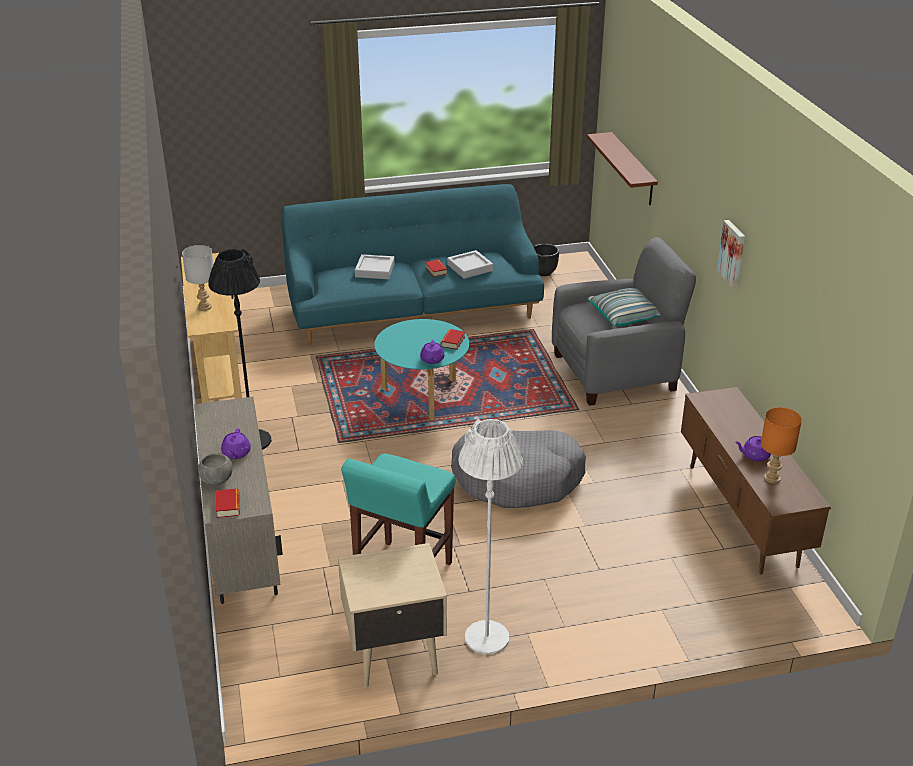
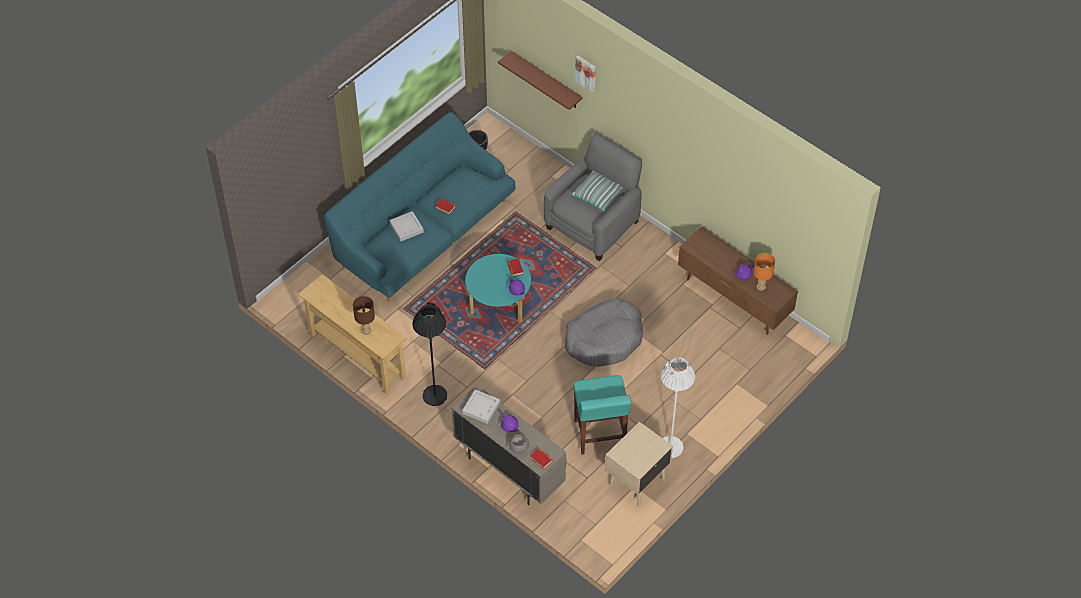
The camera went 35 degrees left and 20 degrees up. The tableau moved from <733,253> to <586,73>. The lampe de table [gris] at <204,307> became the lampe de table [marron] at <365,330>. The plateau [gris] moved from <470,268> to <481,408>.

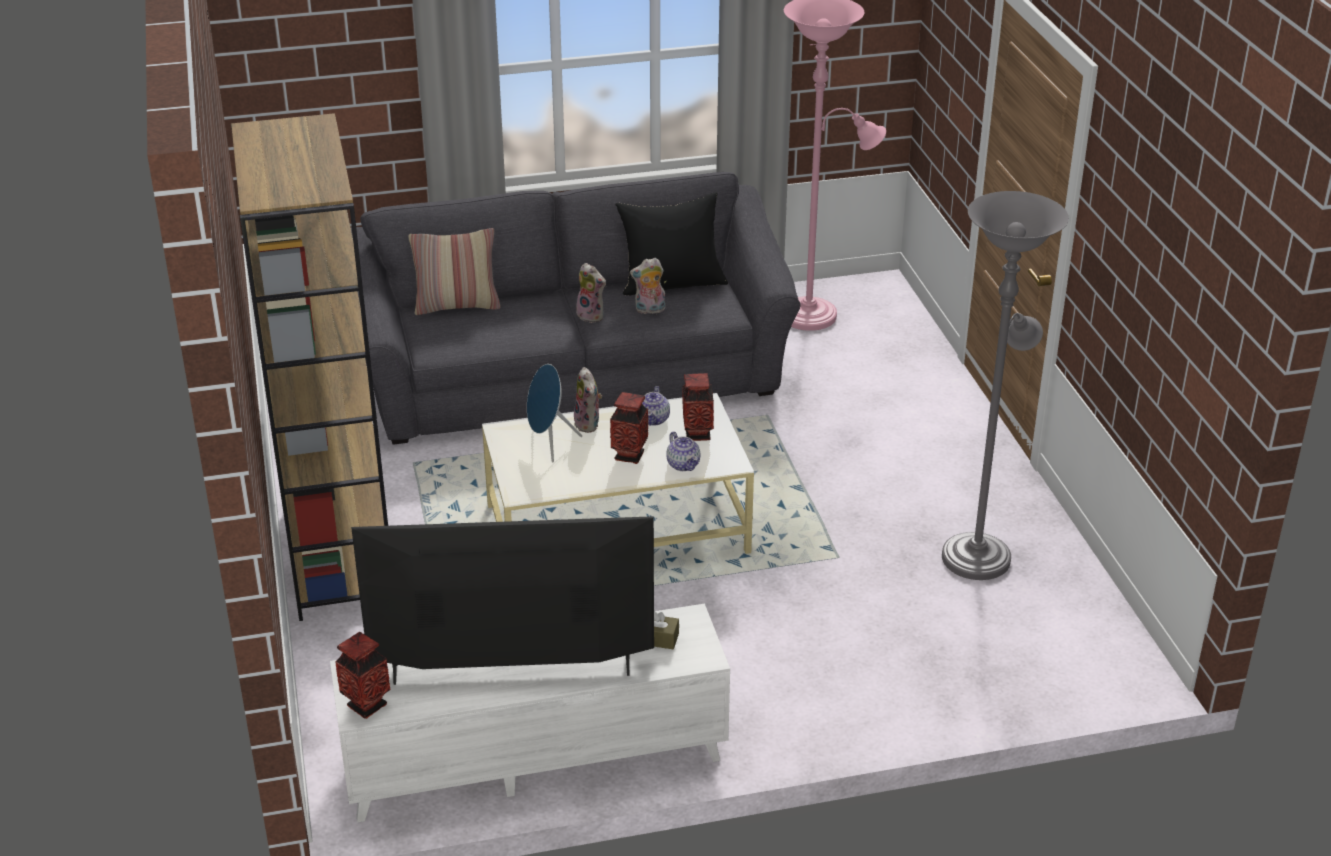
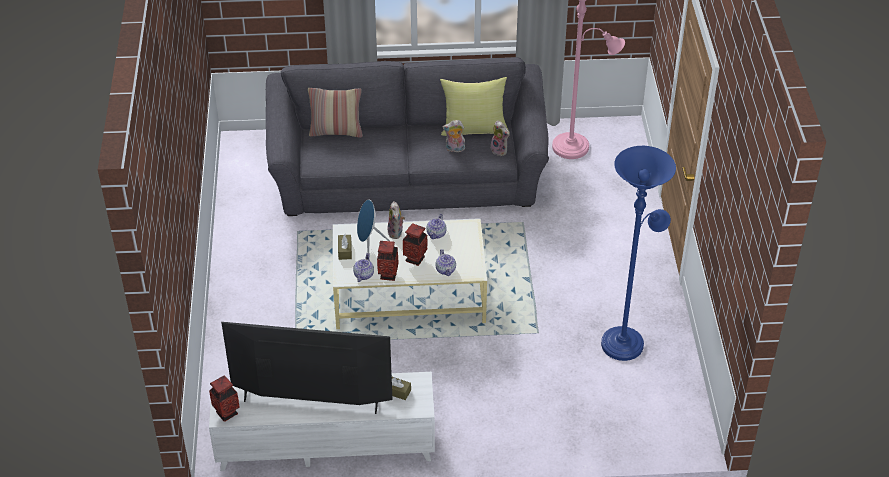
The camera went 10 degrees right and 10 degrees up. The bibliothèque [marron] at <338,555> disappeared. The lampadaire [gris] at <979,553> became the lampadaire [bleu] at <625,341>. The coussin [noir] at <672,283> became the coussin [jaune] at <474,128>. The peluche moved from <592,315> to <500,150>. The vase moved from <697,434> to <388,275>. The boîte à mouchoirs [marron] at <345,251> appeared. The théière at <363,274> appeared.

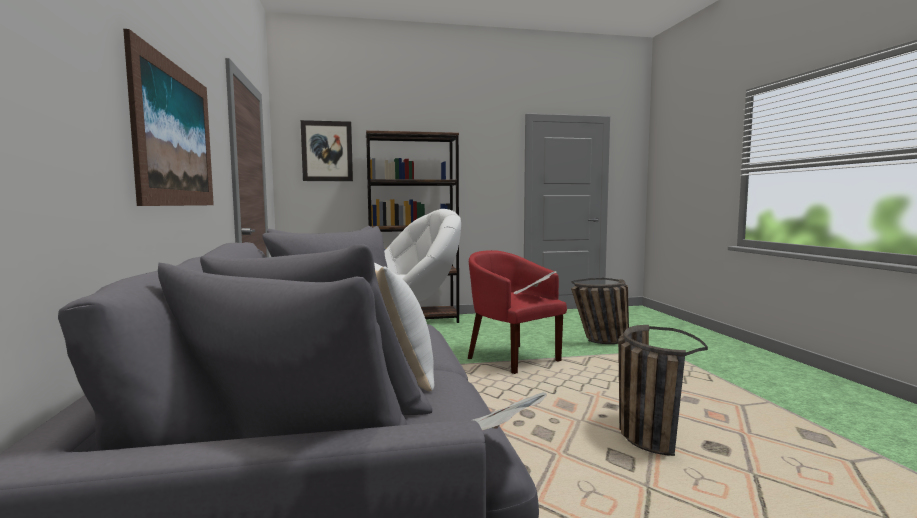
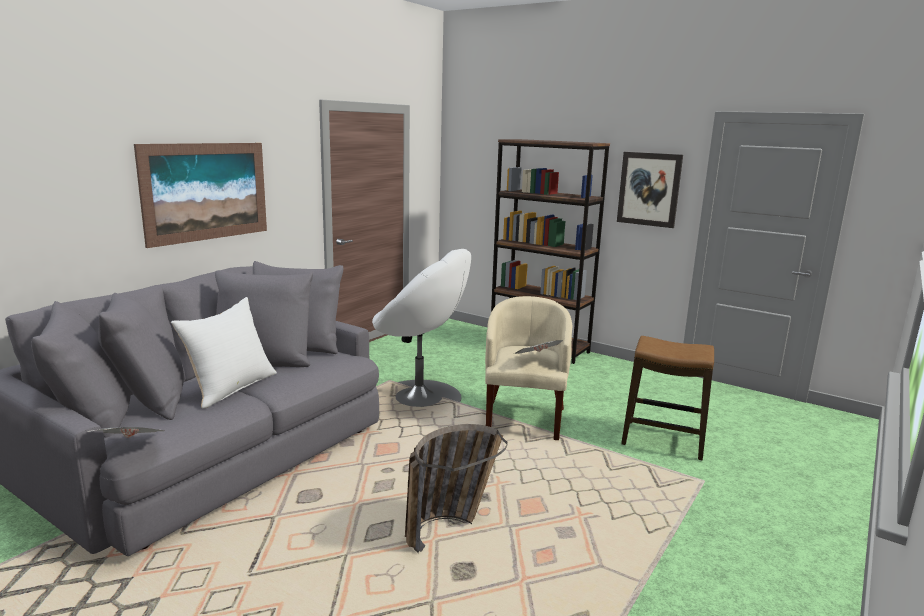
The camera went 45 degrees right and 10 degrees up. The tableau moved from <327,151> to <649,189>. The fauteuil [rouge] at <512,358> became the fauteuil [beige] at <524,418>. The panier at <601,341> was replaced by the tabouret at <663,440>.

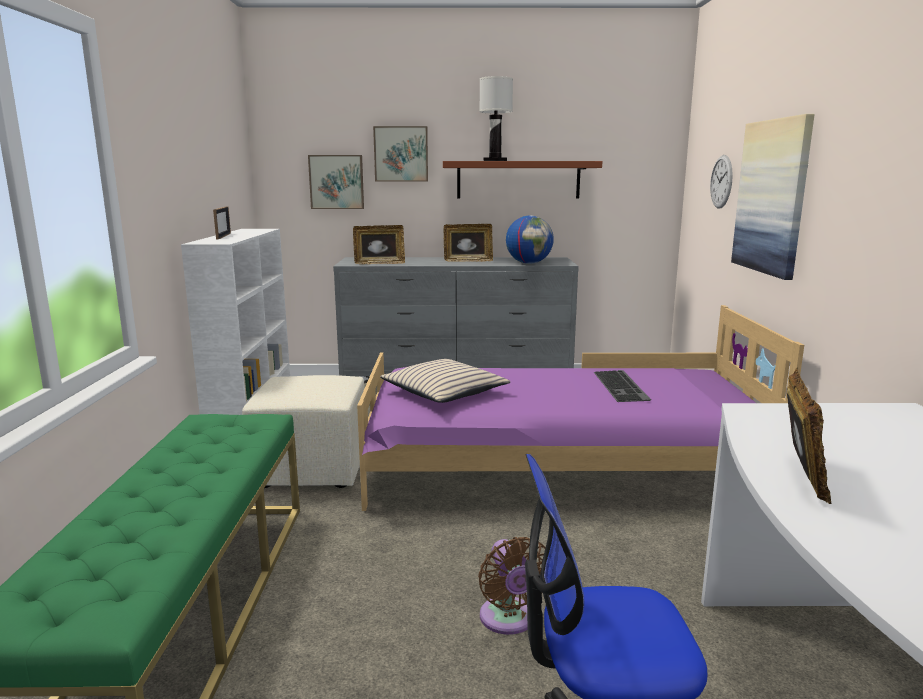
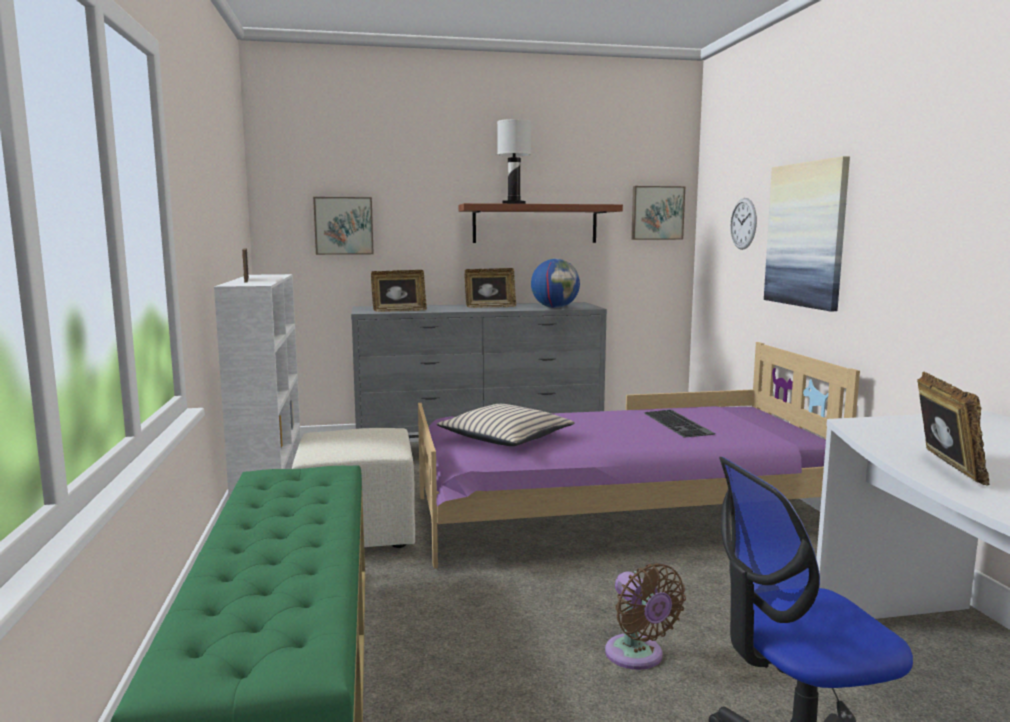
The camera went 10 degrees left and 5 degrees down. The tableau moved from <401,154> to <657,213>.

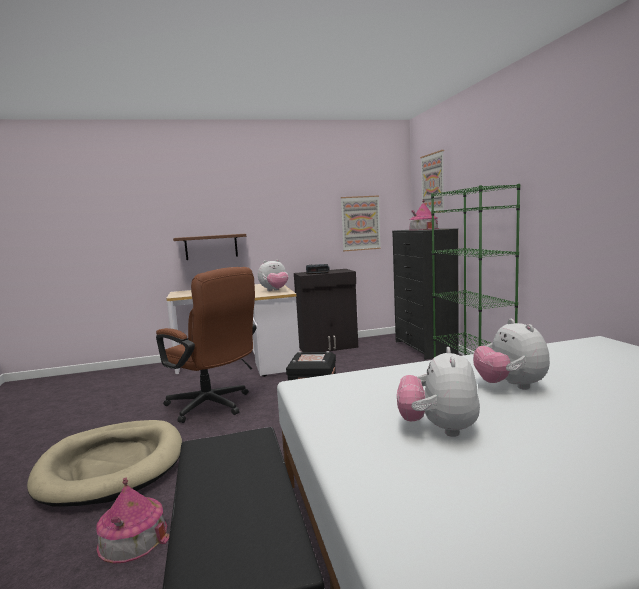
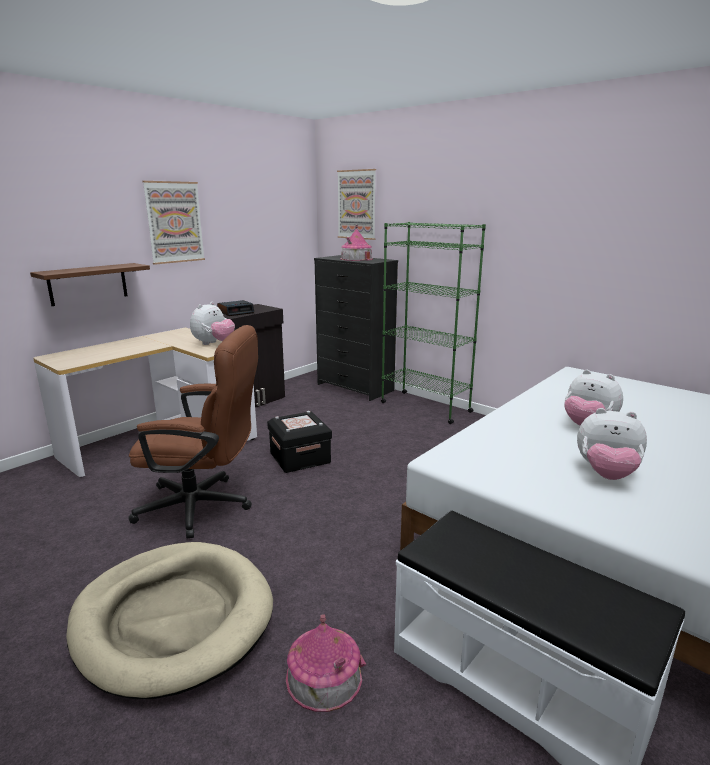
The camera went 35 degrees left and 10 degrees up. The tableau moved from <360,223> to <174,222>. The peluche at <439,429> turned 45 degrees counterclockwise.

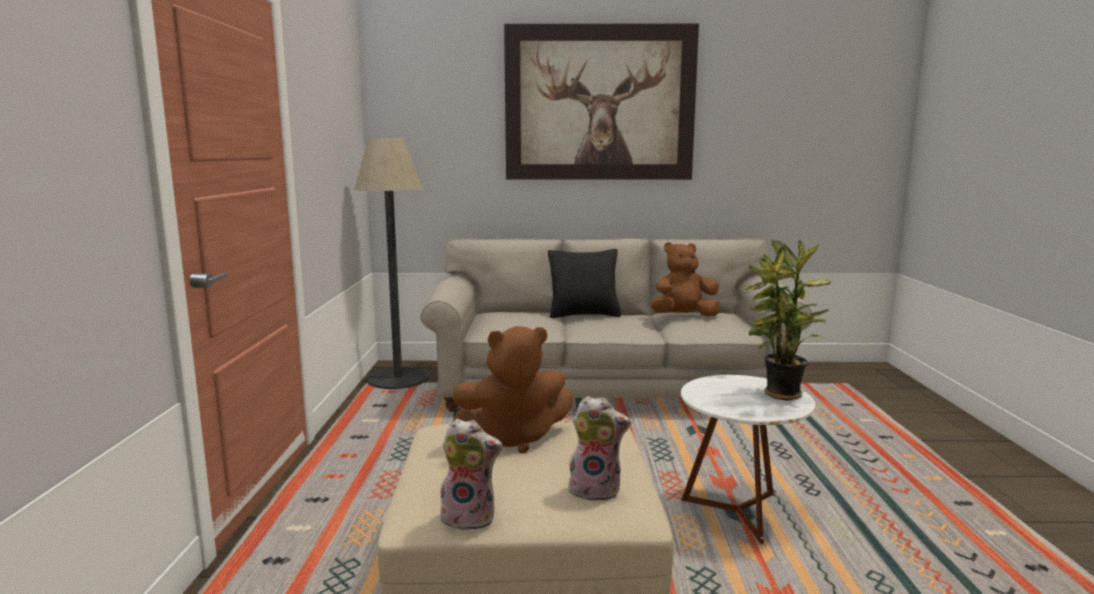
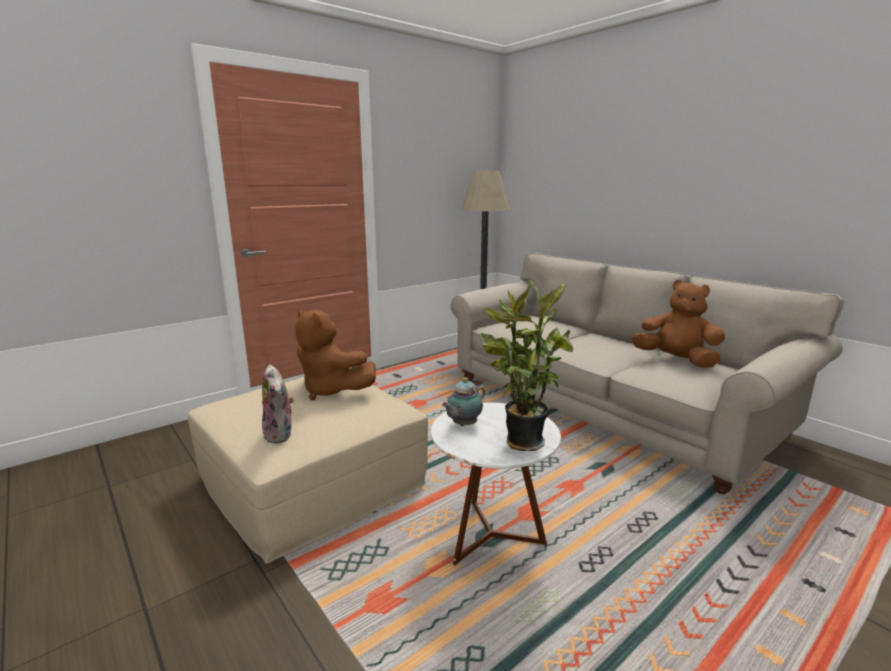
The camera went 50 degrees right and 5 degrees up. The tableau at <599,103> disappeared. The coussin [noir] at <584,315> disappeared. The peluche at <470,517> disappeared. The théière at <463,425> appeared.

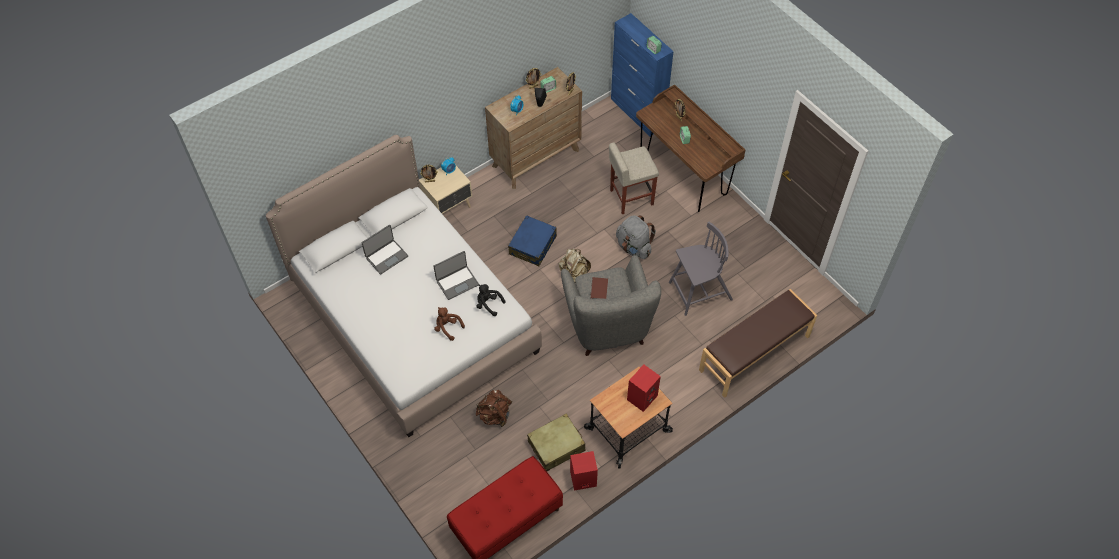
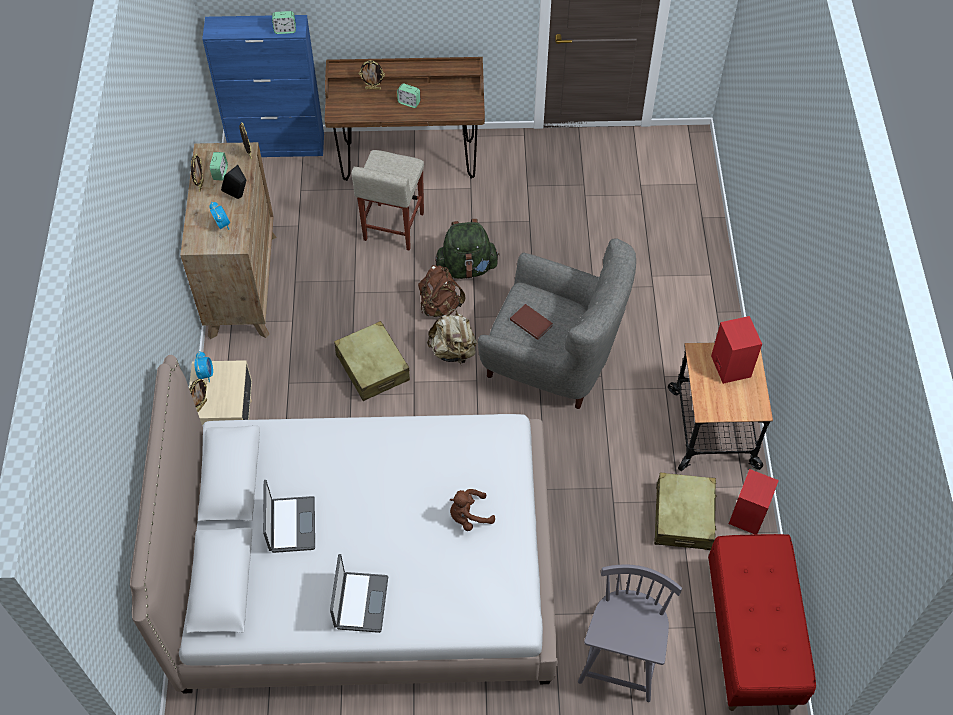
The camera went 55 degrees left and 0 degrees up. The valise [bleu] at <533,245> became the valise [beige] at <372,367>. The sac à dos [gris] at <634,247> became the sac à dos [vert] at <466,267>. The chaise [gris] moved from <699,292> to <622,653>. The ordinateur portable moved from <457,282> to <360,602>. The peluche [noir] at <488,304> disappeared. The banc [marron] at <755,353> disappeared. The sac à dos [marron] moved from <494,415> to <440,306>.

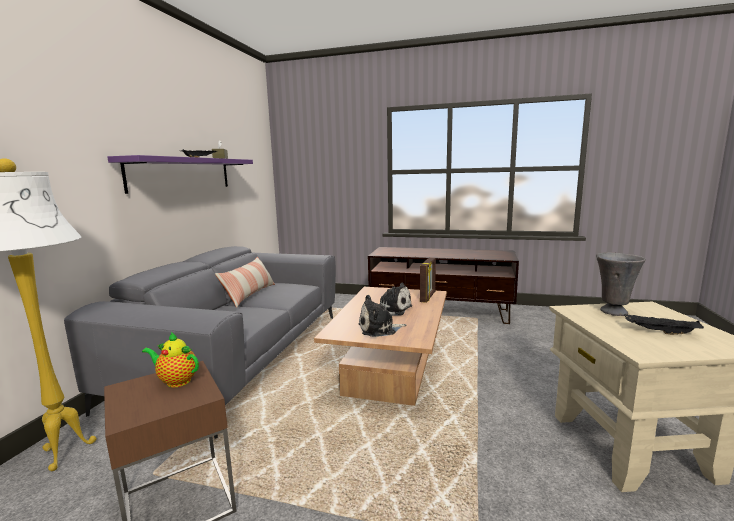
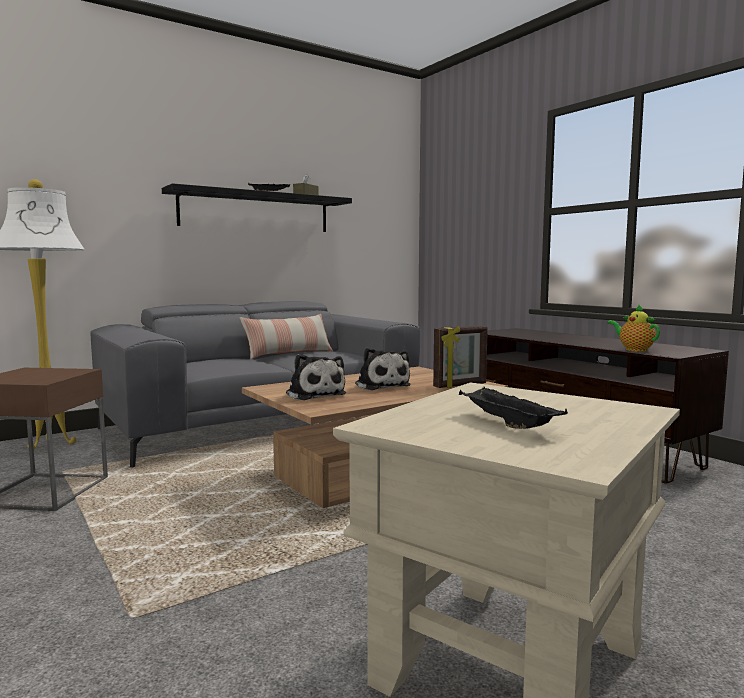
The camera went 40 degrees right and 5 degrees down. The étagère [violet] at <182,174> became the étagère [noir] at <256,212>. The vase [gris] at <613,311> disappeared. The peluche at <379,329> turned 150 degrees counterclockwise. The théière moved from <176,381> to <634,350>.

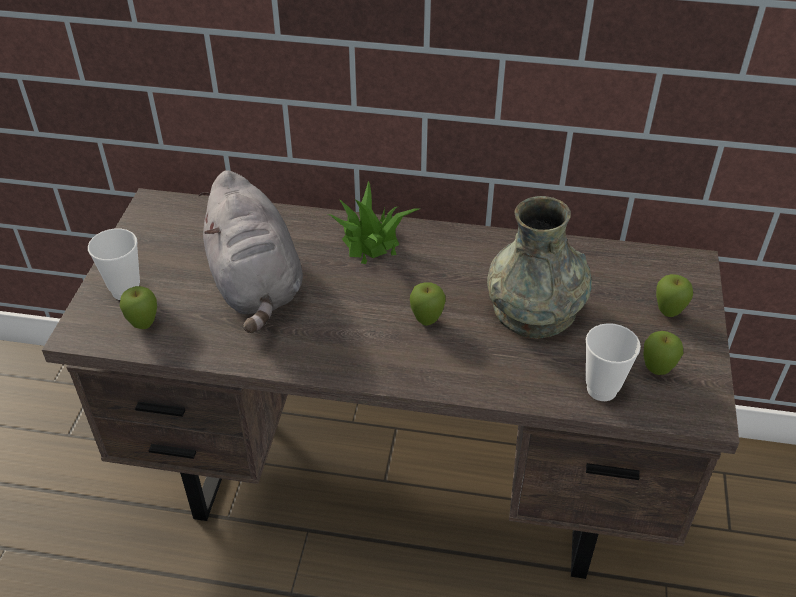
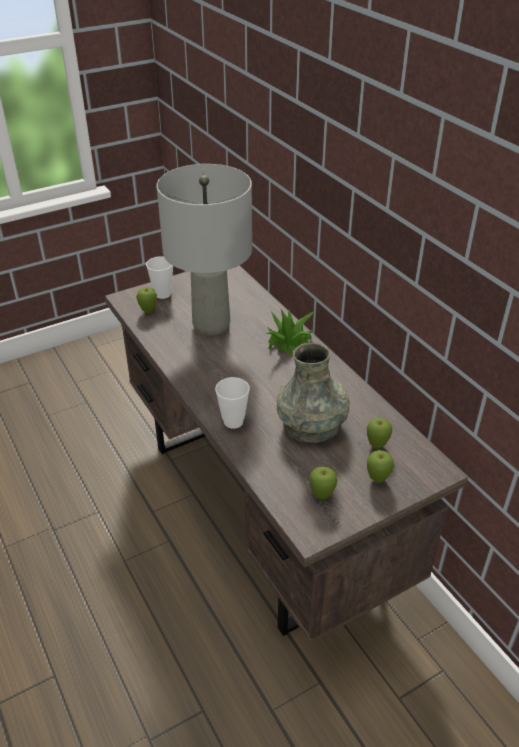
The camera went 50 degrees right and 5 degrees down. The peluche [gris] at <256,285> was replaced by the lampe de table [gris] at <211,325>. The pomme moved from <426,321> to <377,446>. The tasse moved from <601,389> to <233,421>.

